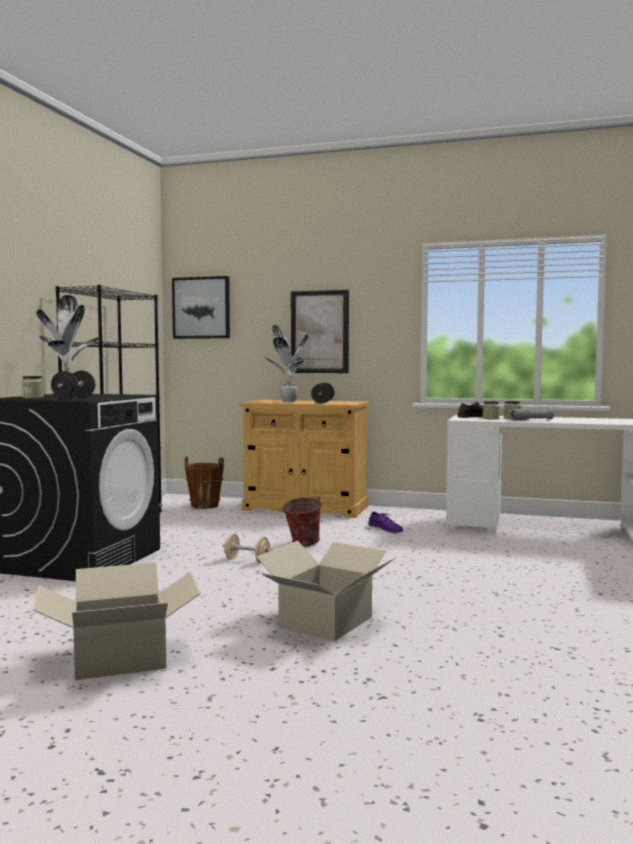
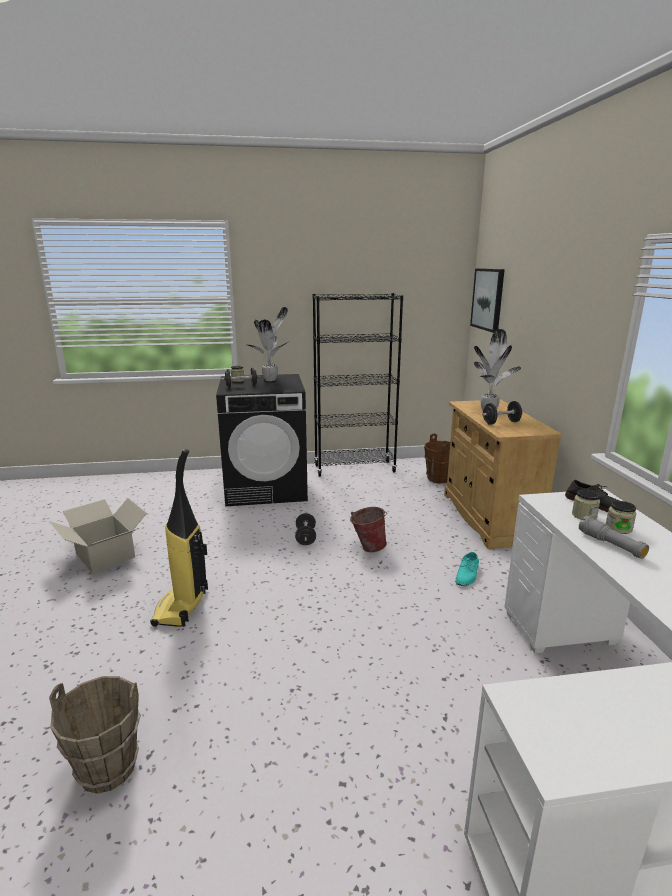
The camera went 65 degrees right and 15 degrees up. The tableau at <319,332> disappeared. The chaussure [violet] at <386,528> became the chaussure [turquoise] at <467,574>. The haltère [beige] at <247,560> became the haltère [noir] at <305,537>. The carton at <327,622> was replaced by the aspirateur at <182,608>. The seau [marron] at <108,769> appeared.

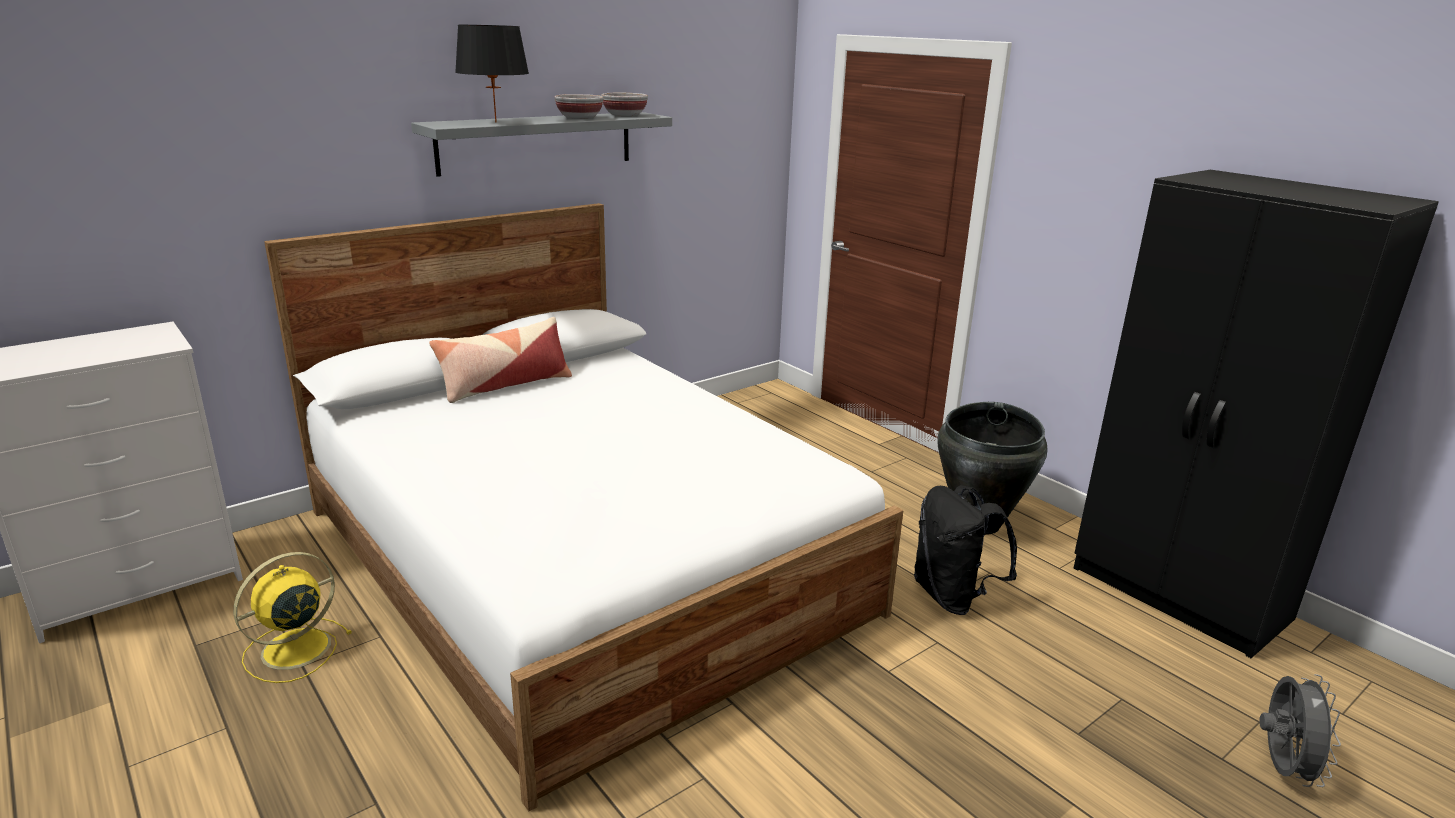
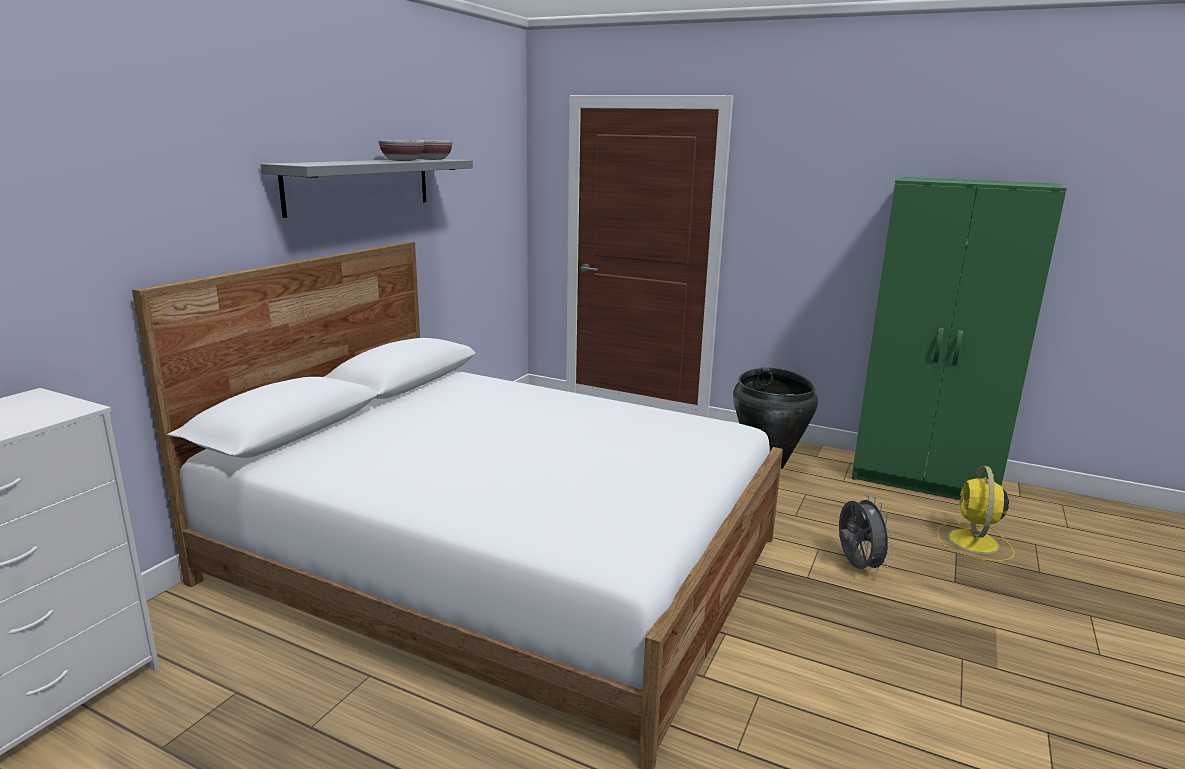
The camera went 25 degrees left and 5 degrees down. The lampe de table [noir] at <495,122> disappeared. The armoire [noir] at <1180,595> became the armoire [vert] at <924,480>. The coussin at <505,385> disappeared. The sac à dos [noir] at <953,597> disappeared. The ventilateur [jaune] moved from <293,650> to <973,543>. The ventilateur [gris] moved from <1281,768> to <856,567>.

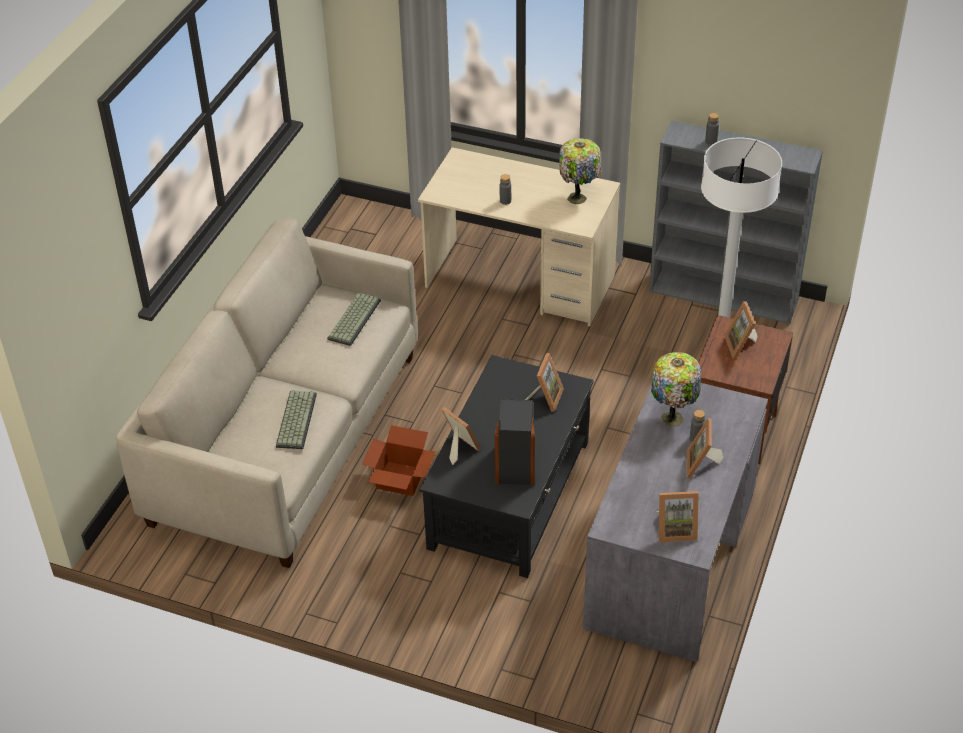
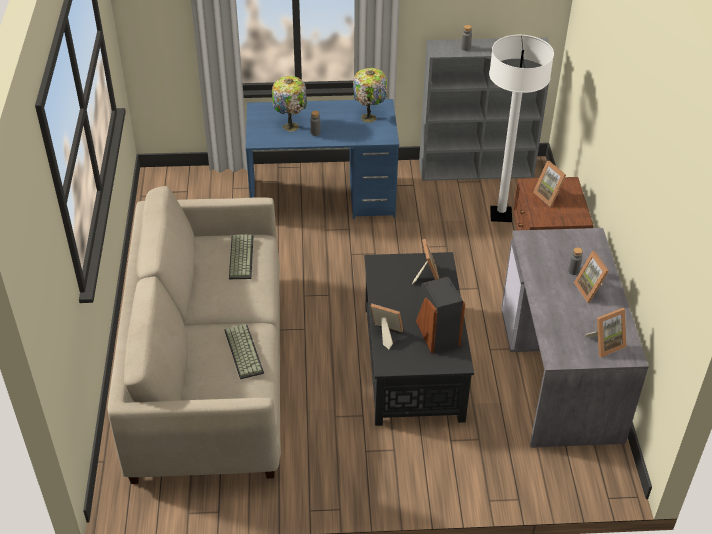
The camera went 25 degrees left and 0 degrees up. The bureau [beige] at <520,282> became the bureau [bleu] at <322,199>. The lampe de table moved from <673,417> to <291,126>. The carton at <399,479> disappeared.

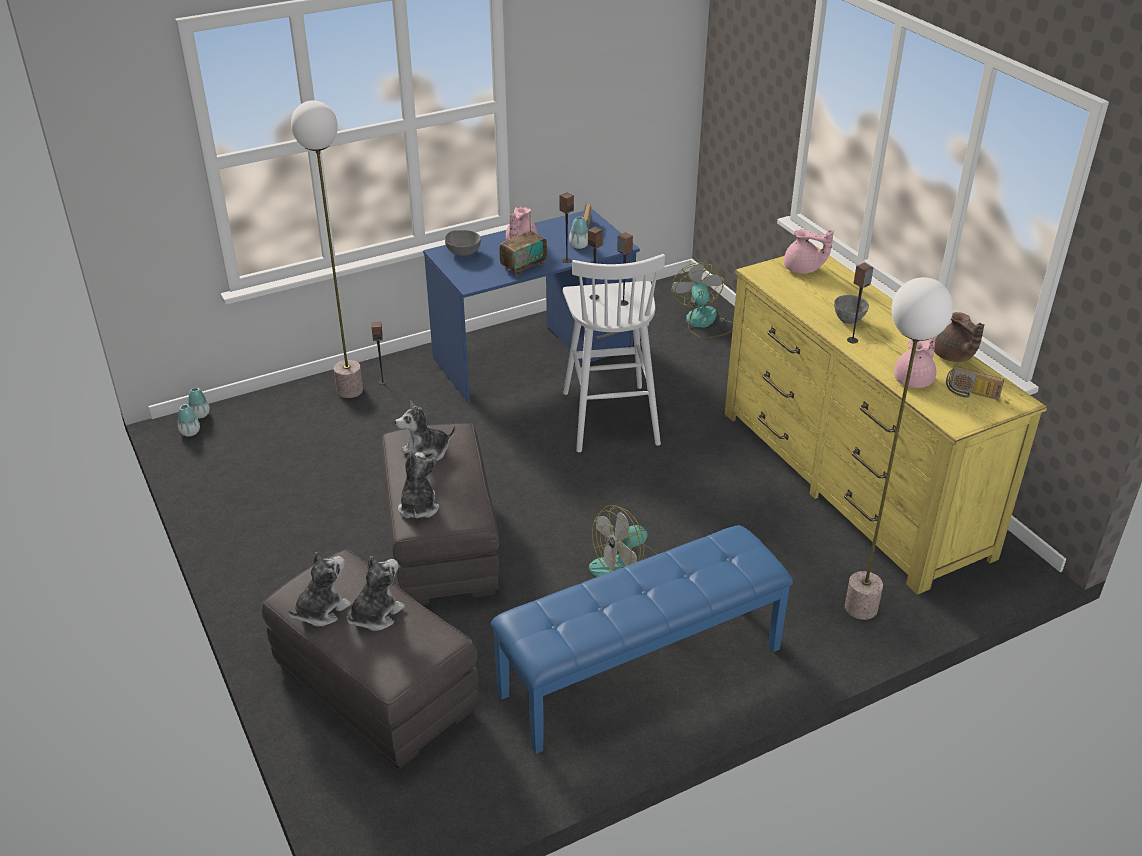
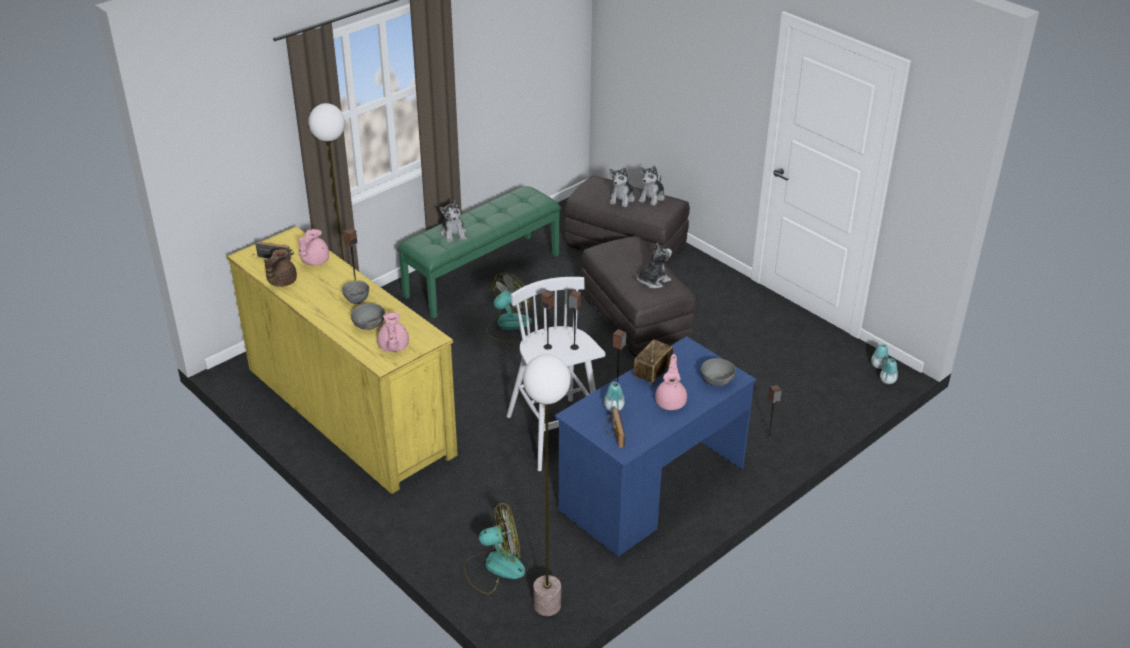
The camera went 165 degrees right and 0 degrees up. The lampadaire moved from <349,390> to <547,605>. The théière [rose] at <803,269> turned 105 degrees counterclockwise. The ventilateur at <704,323> turned 75 degrees counterclockwise. The théière [marron] at <953,357> turned 120 degrees counterclockwise. The peluche moved from <418,507> to <453,233>. The banc [bleu] at <641,672> became the banc [vert] at <482,274>. The bol [gris] at <369,326> appeared.

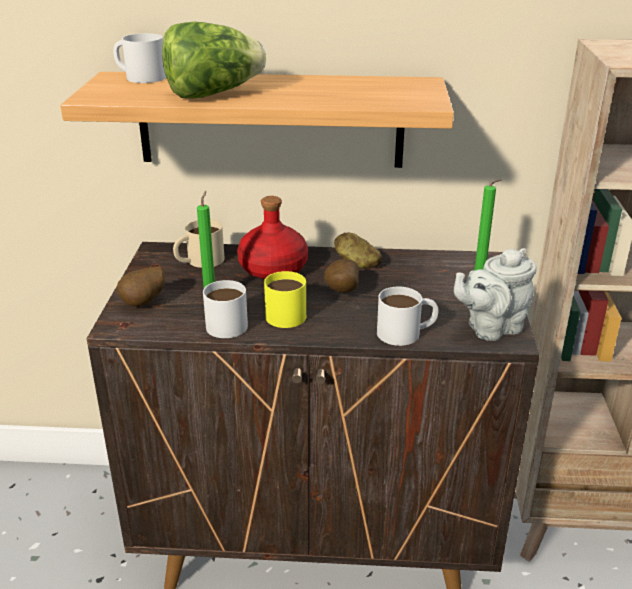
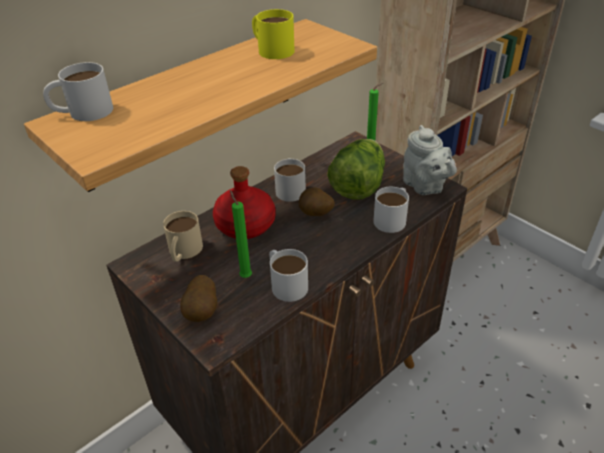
The camera went 45 degrees left and 10 degrees up. The laitue moved from <212,94> to <358,186>. The pomme de terre at <357,263> was replaced by the mug [blanc] at <290,188>. The théière [gris] at <490,328> turned 45 degrees counterclockwise. The mug [jaune] moved from <286,312> to <271,49>.

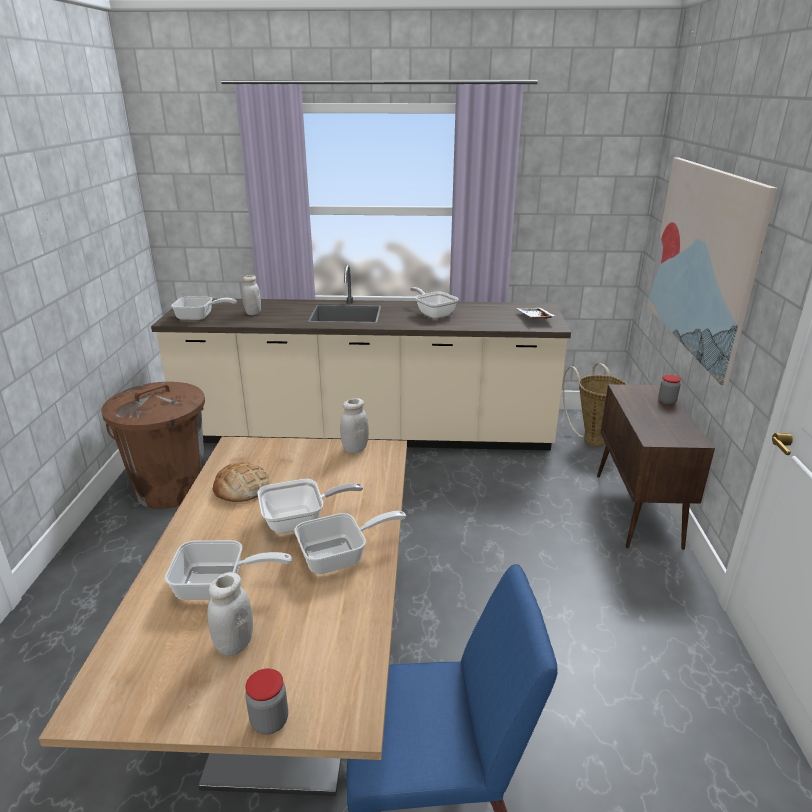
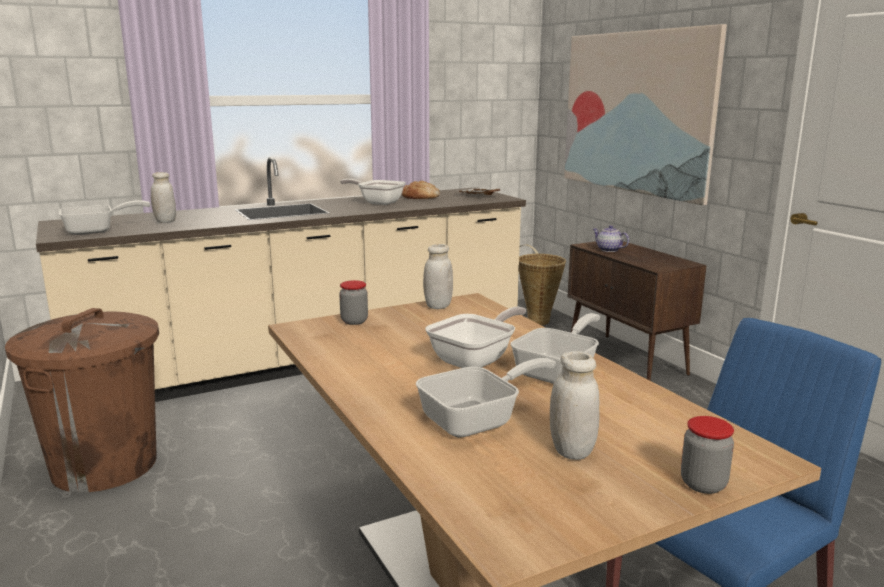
The camera went 30 degrees left and 10 degrees down. The bocal moved from <667,401> to <354,321>. The pain moved from <241,487> to <420,197>. The théière at <608,250> appeared.

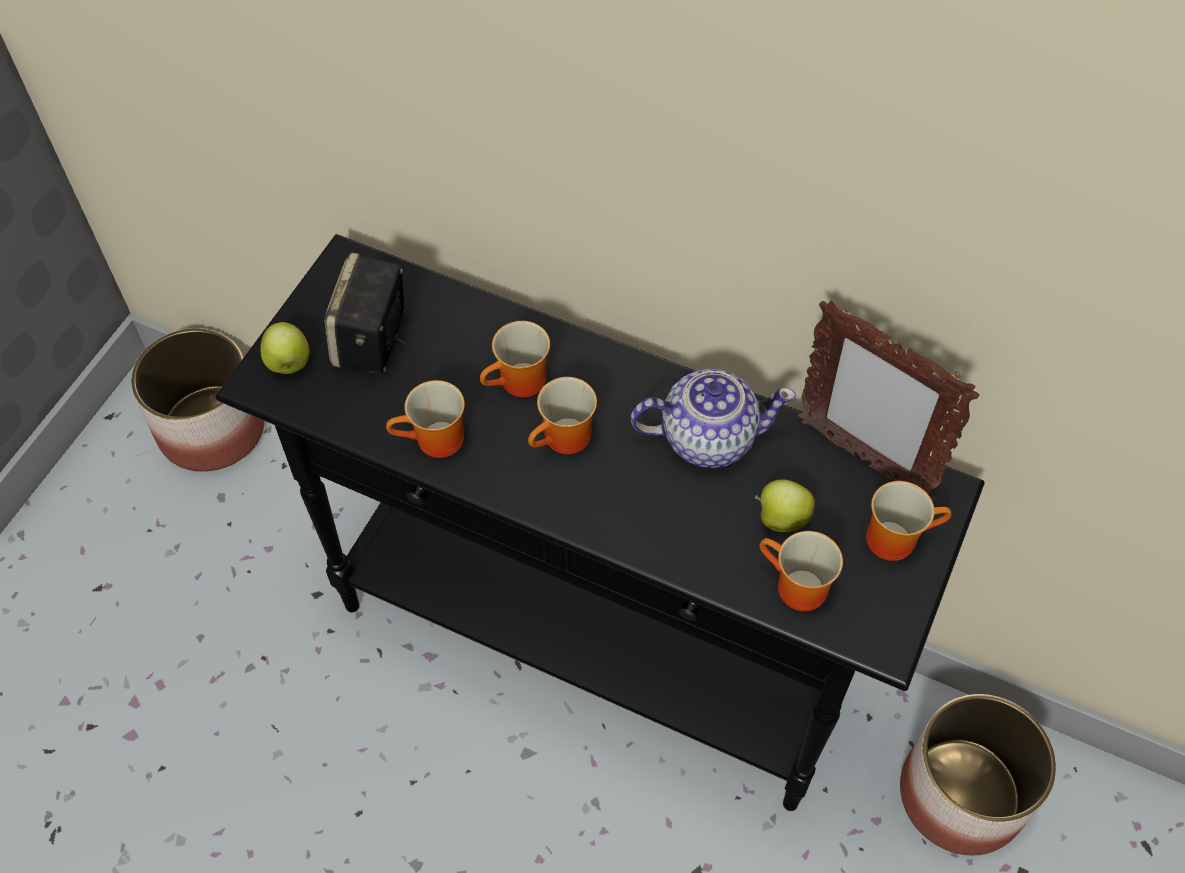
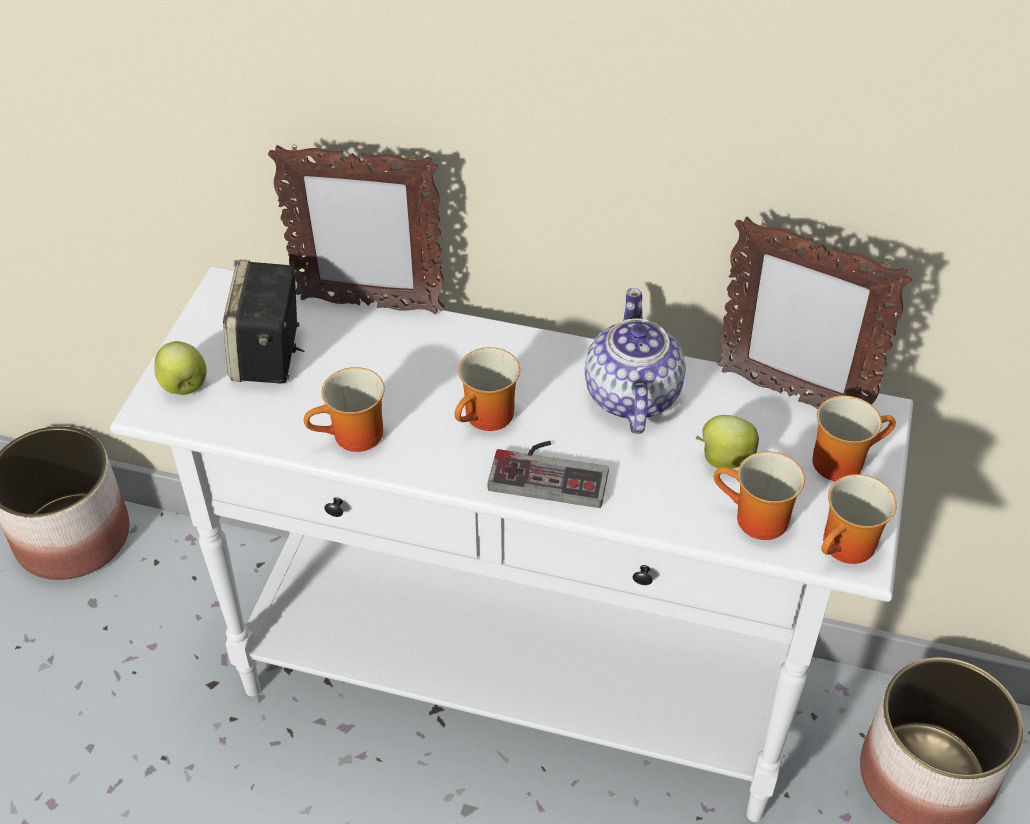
The camera went 10 degrees left and 10 degrees down. The table console [noir] at <595,641> became the table console [blanc] at <518,685>. The mug moved from <520,384> to <848,549>. The théière at <707,437> turned 75 degrees counterclockwise. The cadre photo at <368,305> appeared. The manette at <550,471> appeared.

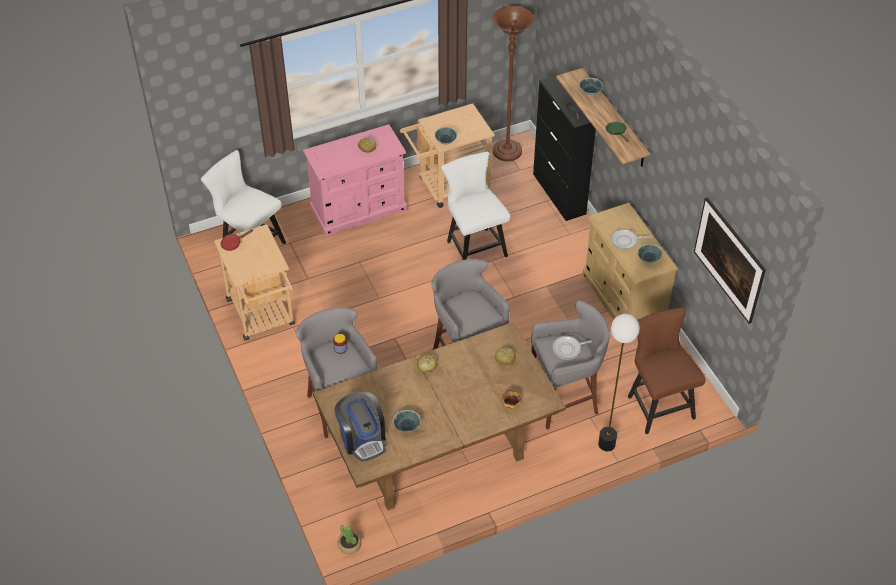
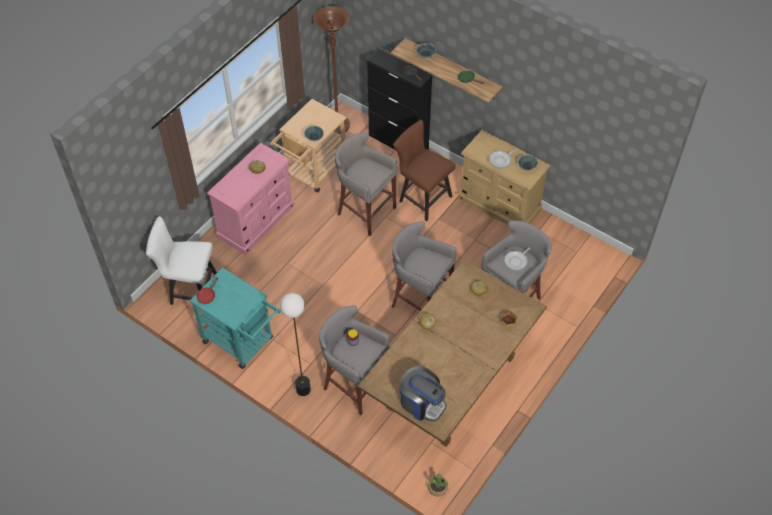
The camera went 30 degrees left and 5 degrees up. The chaise [blanc] at <474,246> was replaced by the tabouret [gris] at <364,211>. The tableau at <726,273> disappeared. The chariot [beige] at <263,316> became the chariot [turquoise] at <242,343>. The chaise [marron] moved from <657,404> to <422,197>. The lampadaire moved from <606,444> to <303,390>. The bol at <407,427> disappeared.

